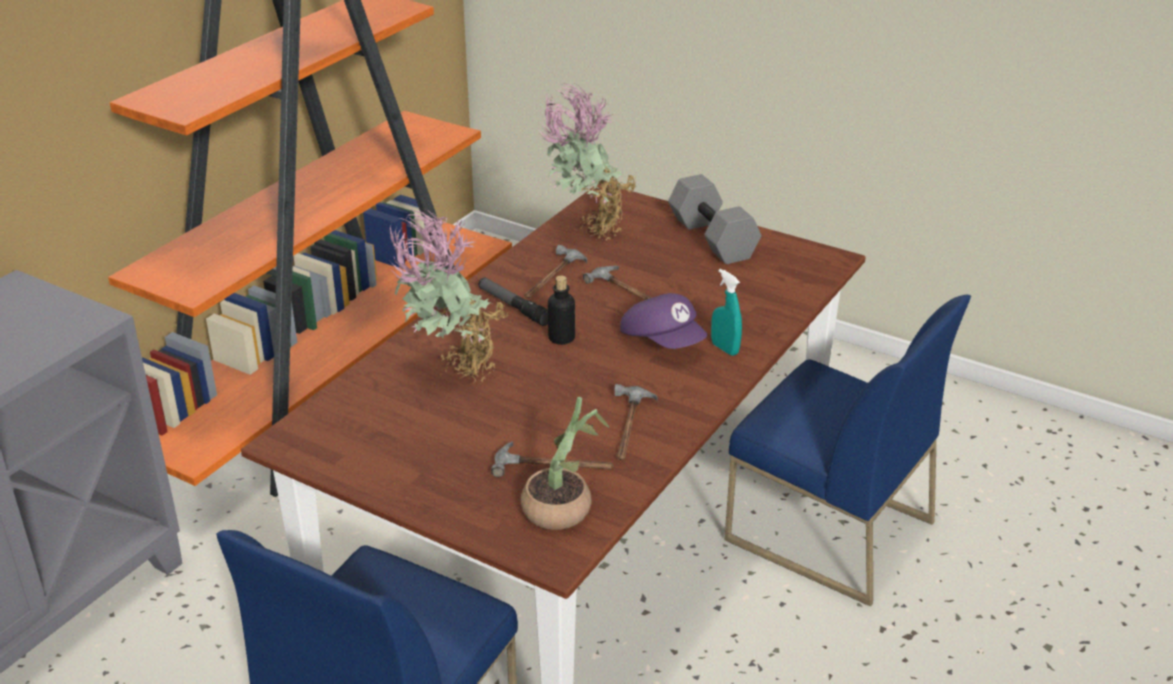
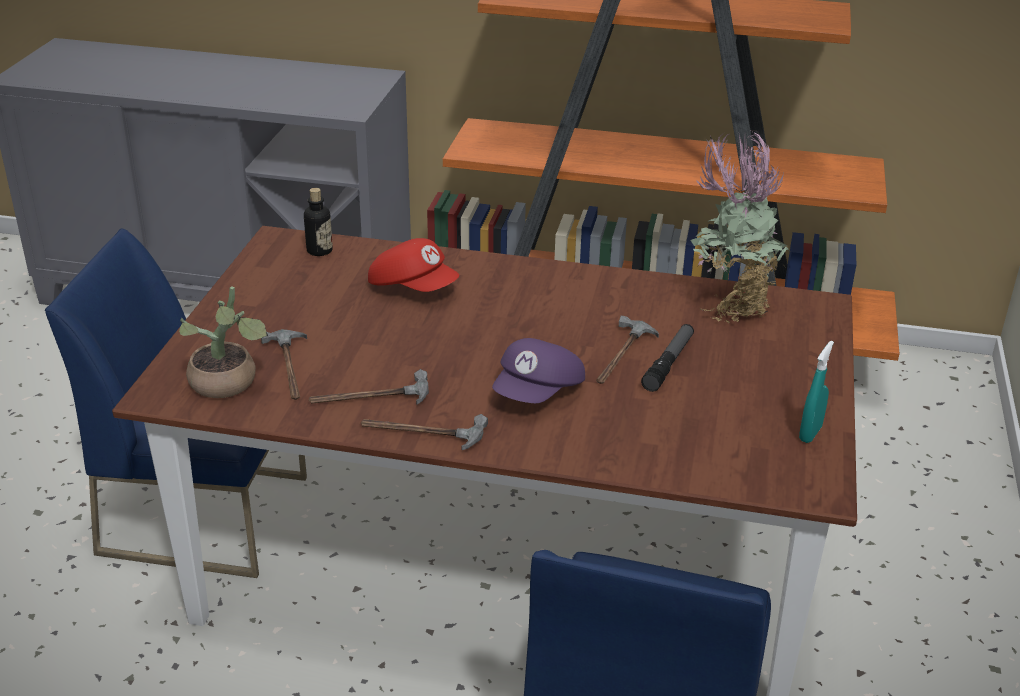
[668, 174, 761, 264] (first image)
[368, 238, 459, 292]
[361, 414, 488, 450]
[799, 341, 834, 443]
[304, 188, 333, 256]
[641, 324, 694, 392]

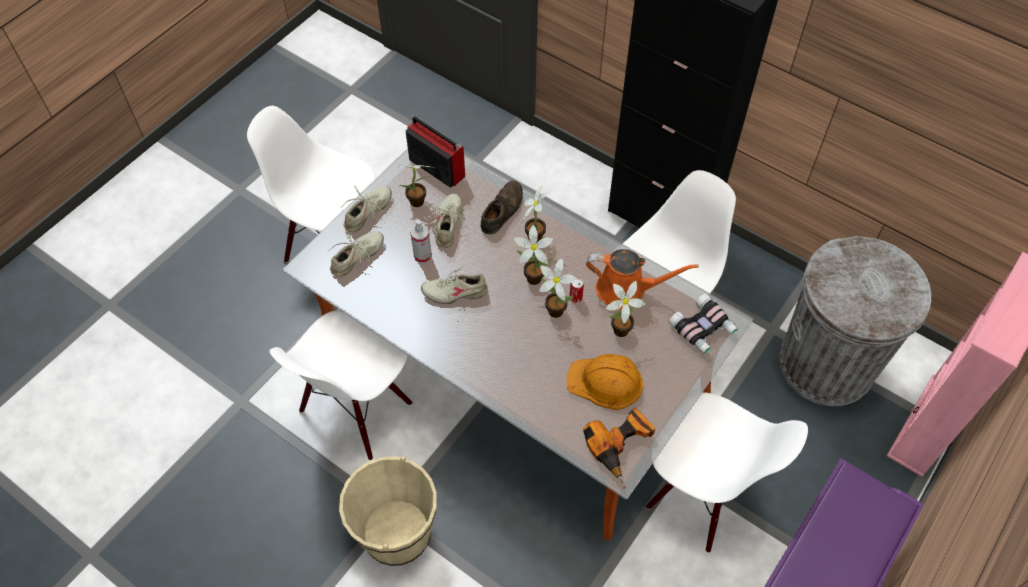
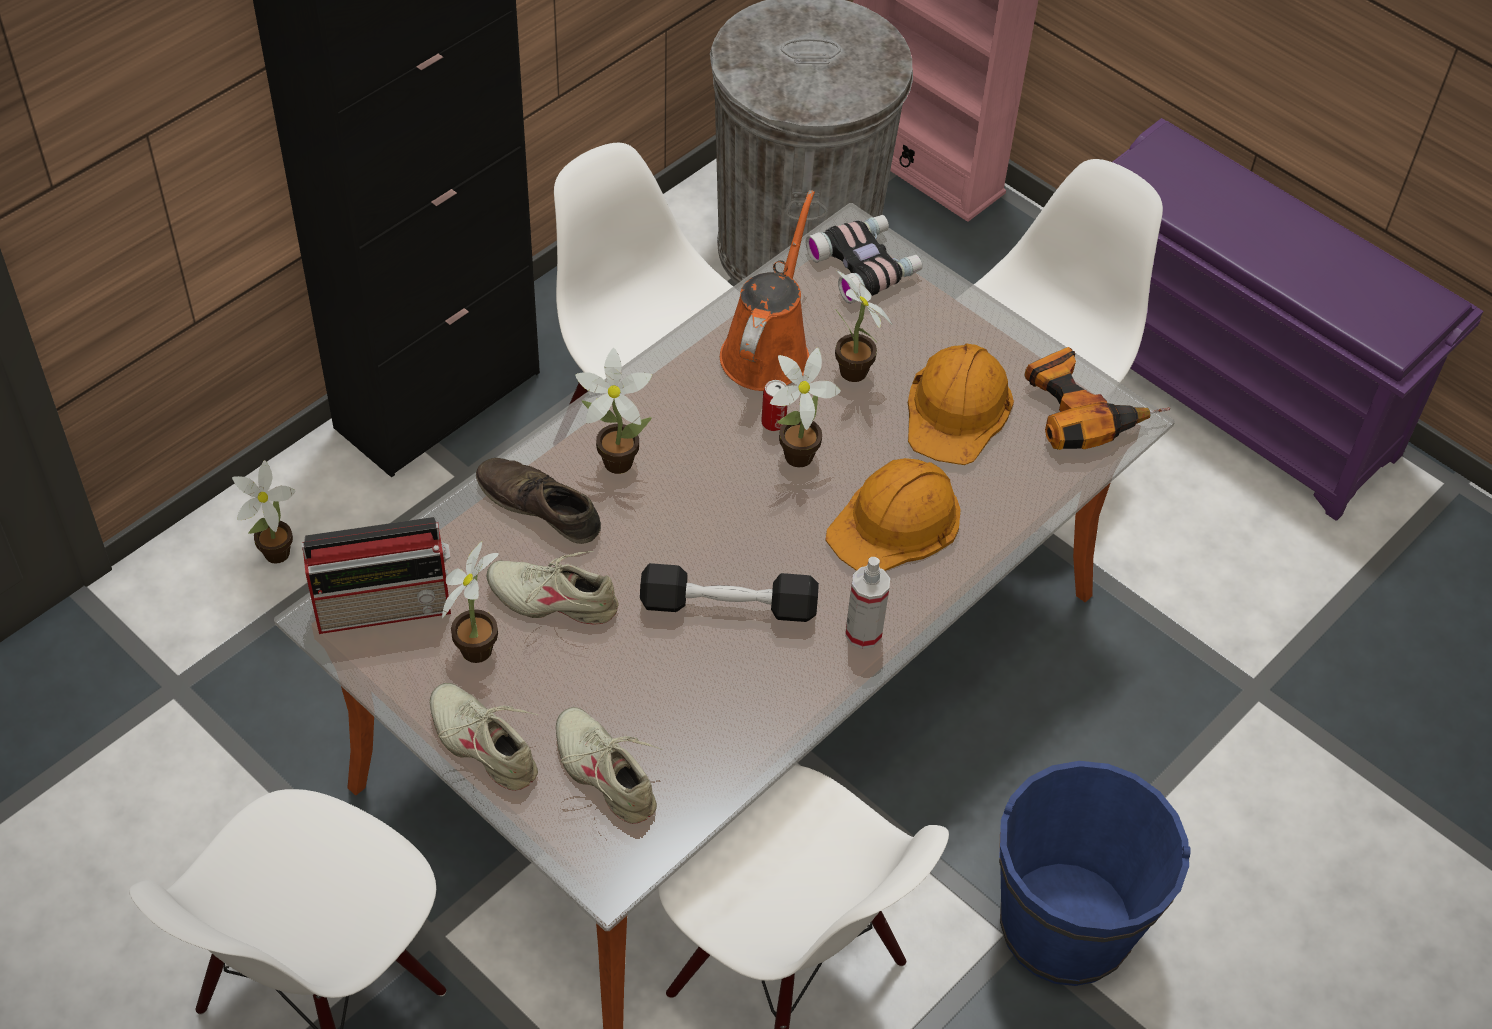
[302, 517, 451, 634]
[845, 557, 890, 649]
[232, 460, 295, 564]
[640, 563, 819, 622]
[999, 761, 1191, 986]
[825, 458, 961, 571]

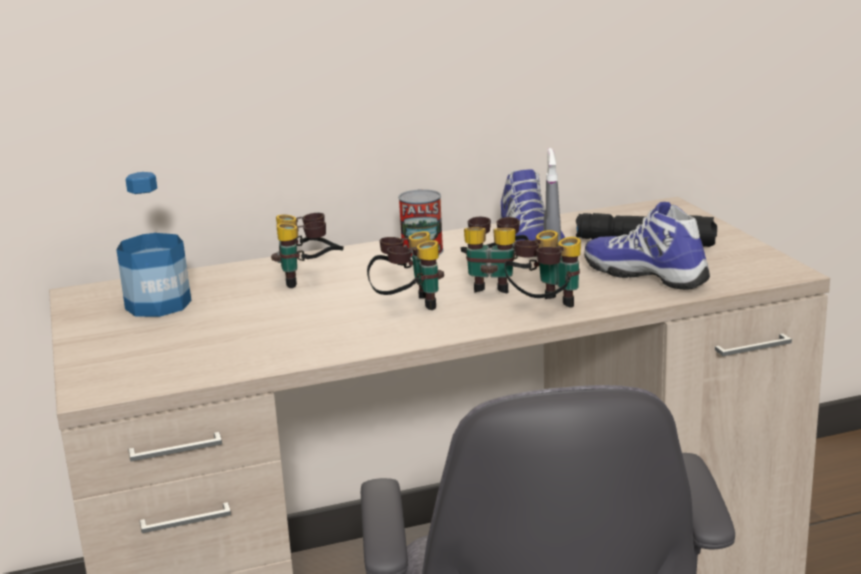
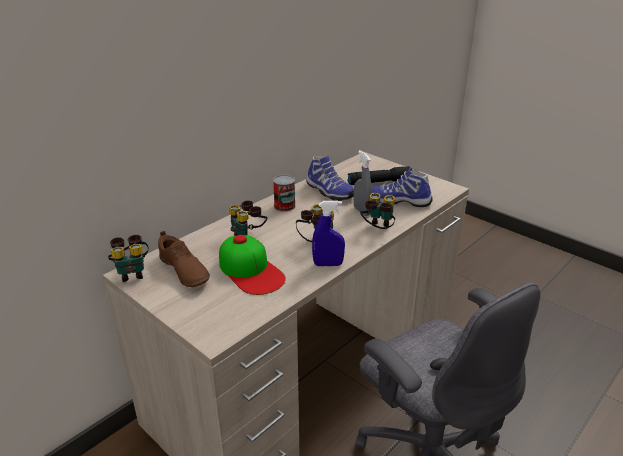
[158, 231, 210, 287]
[108, 235, 149, 282]
[312, 201, 345, 266]
[219, 235, 286, 295]

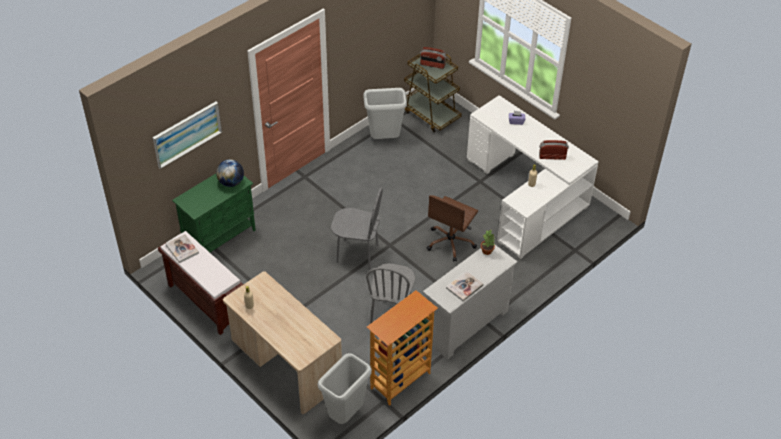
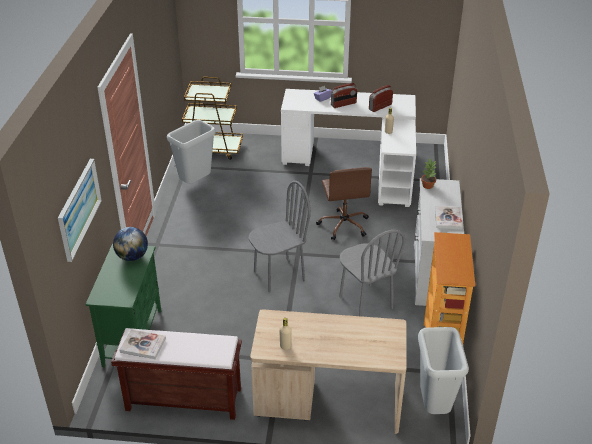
[331, 83, 357, 108]

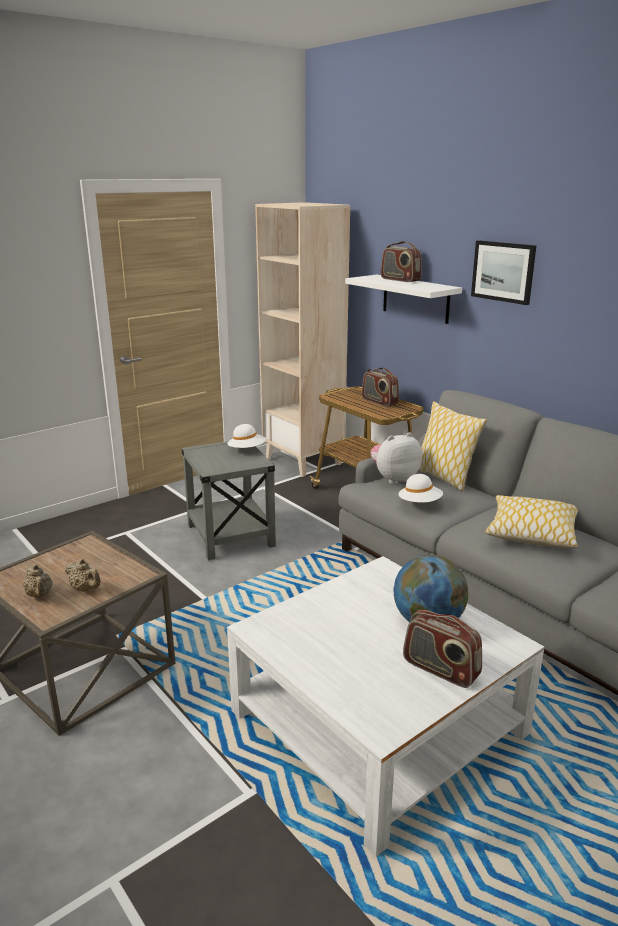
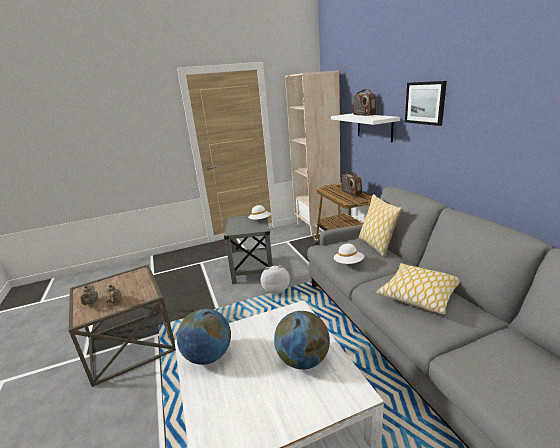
[261, 265, 290, 294]
[403, 610, 482, 688] (first image)
[177, 309, 231, 365]

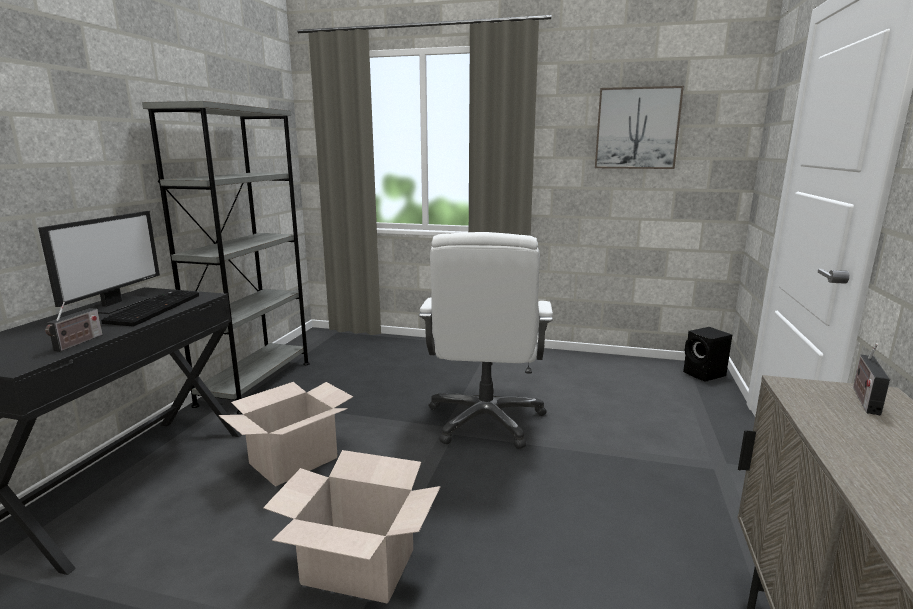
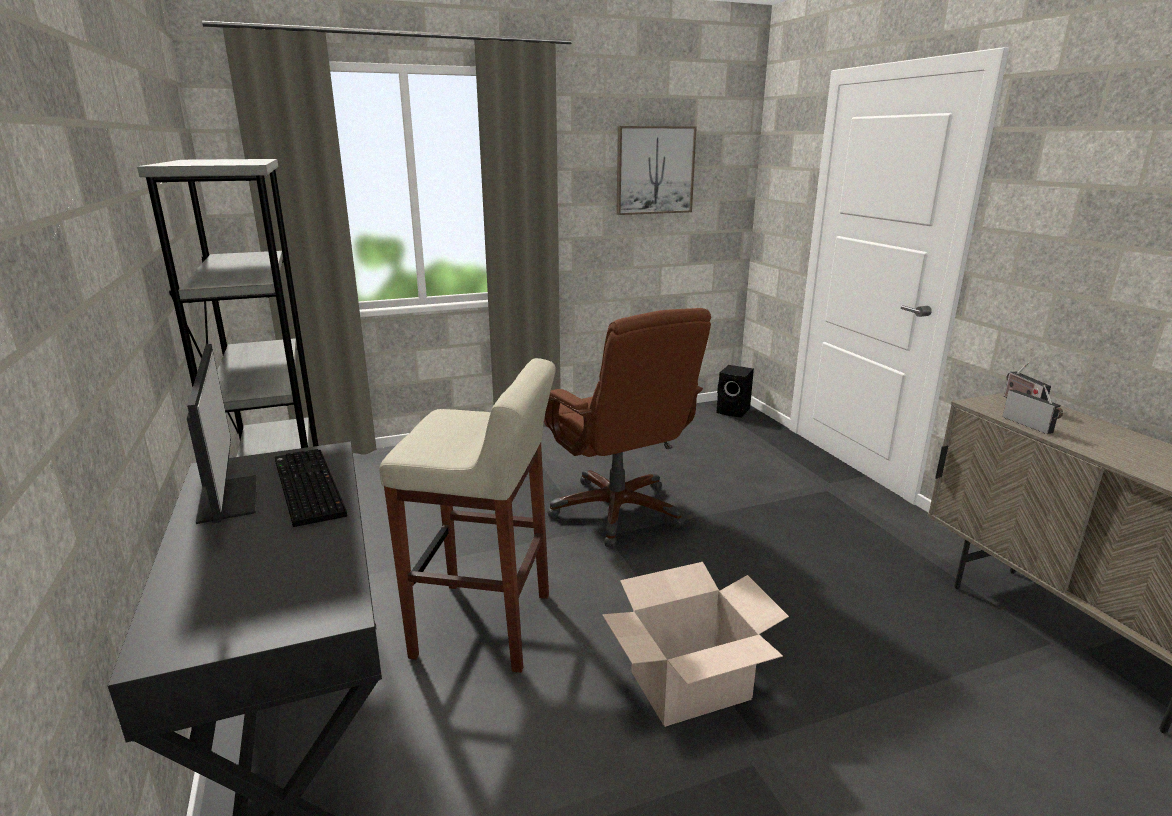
[544, 308, 711, 547]
[1002, 385, 1063, 434]
[379, 358, 556, 673]

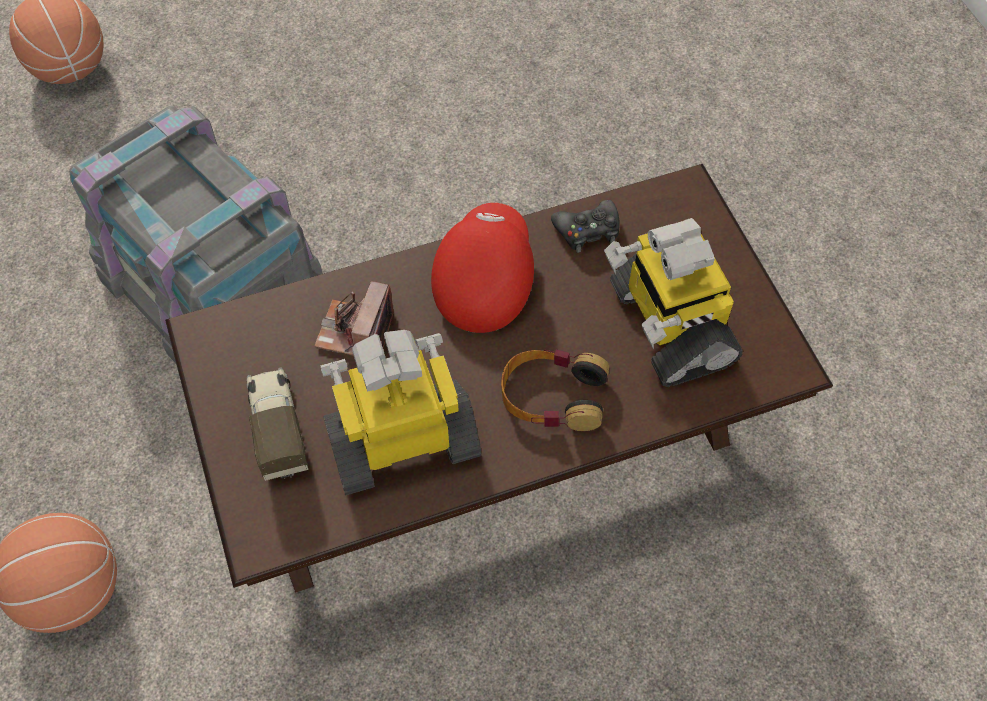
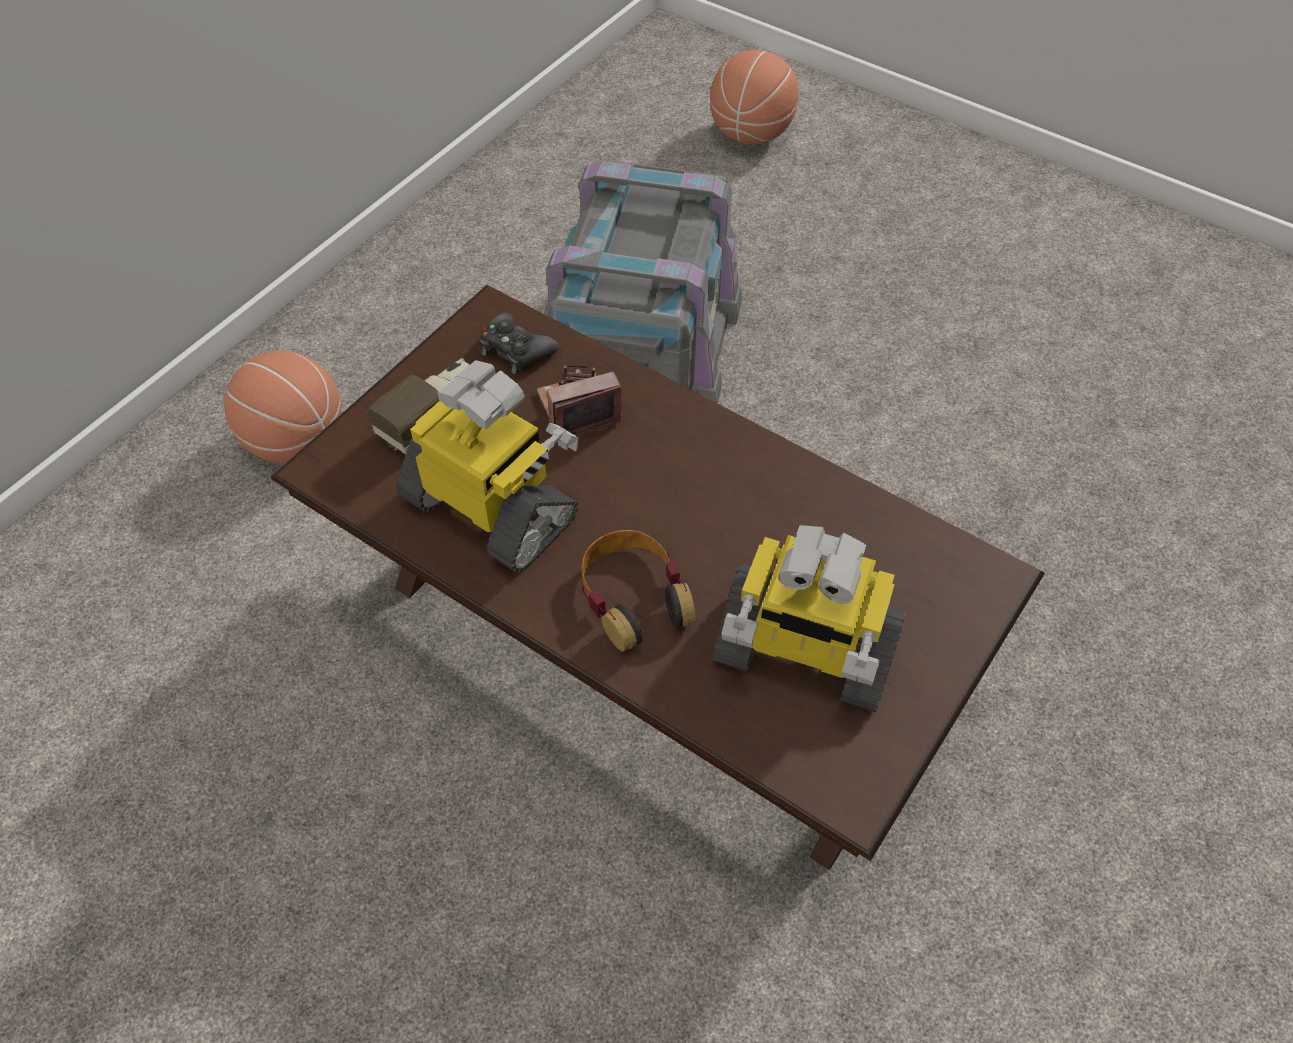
[480, 312, 559, 374]
[431, 203, 534, 333] (first image)
[713, 525, 905, 712]

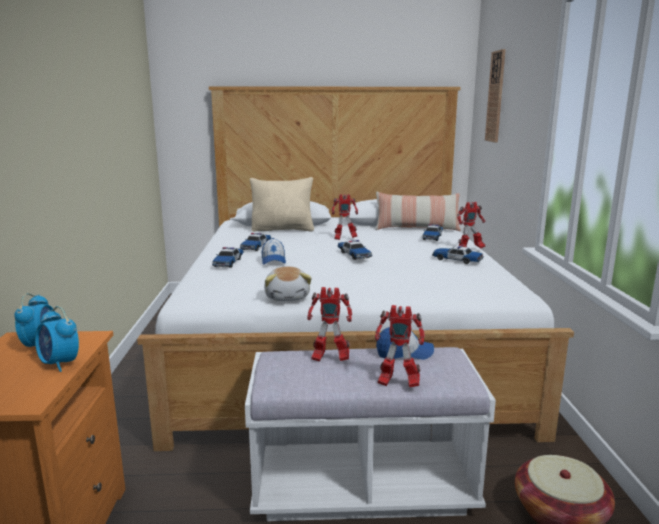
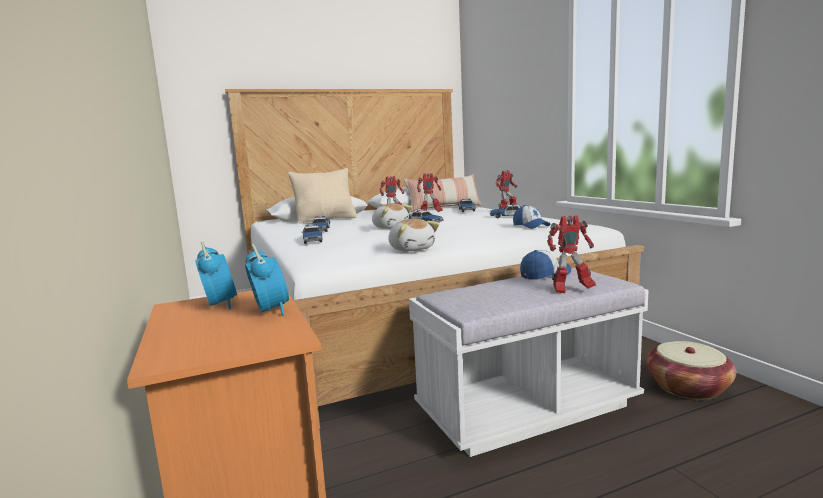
[485, 49, 506, 142] (first image)
[513, 205, 551, 229]
[417, 173, 443, 212]
[245, 244, 289, 316]
[372, 203, 412, 229]

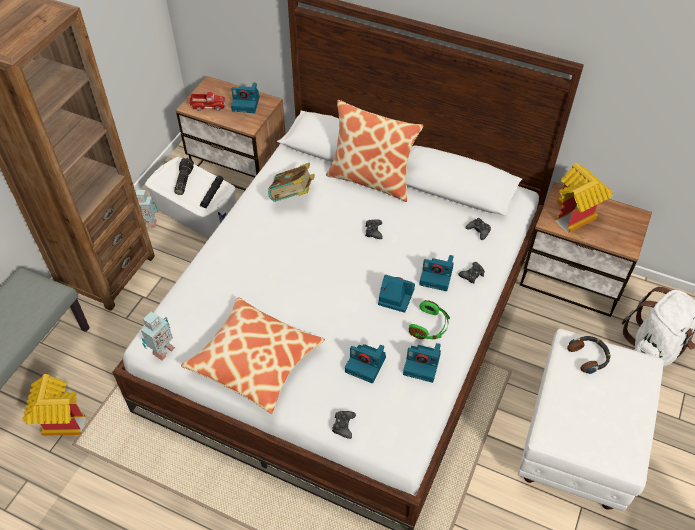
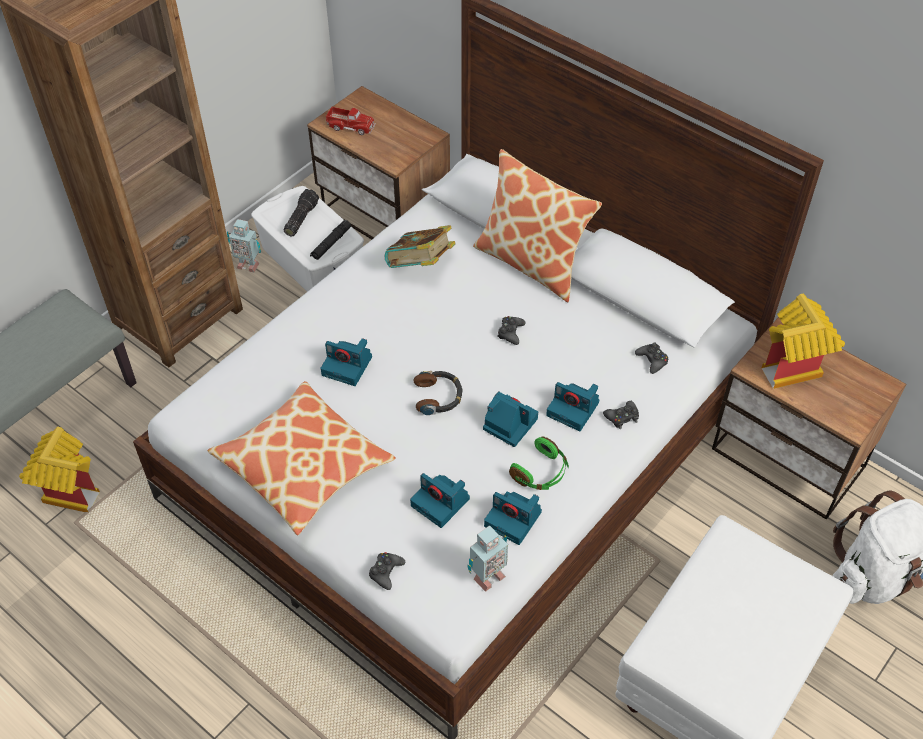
[321, 338, 372, 386]
[467, 526, 508, 592]
[414, 371, 463, 415]

